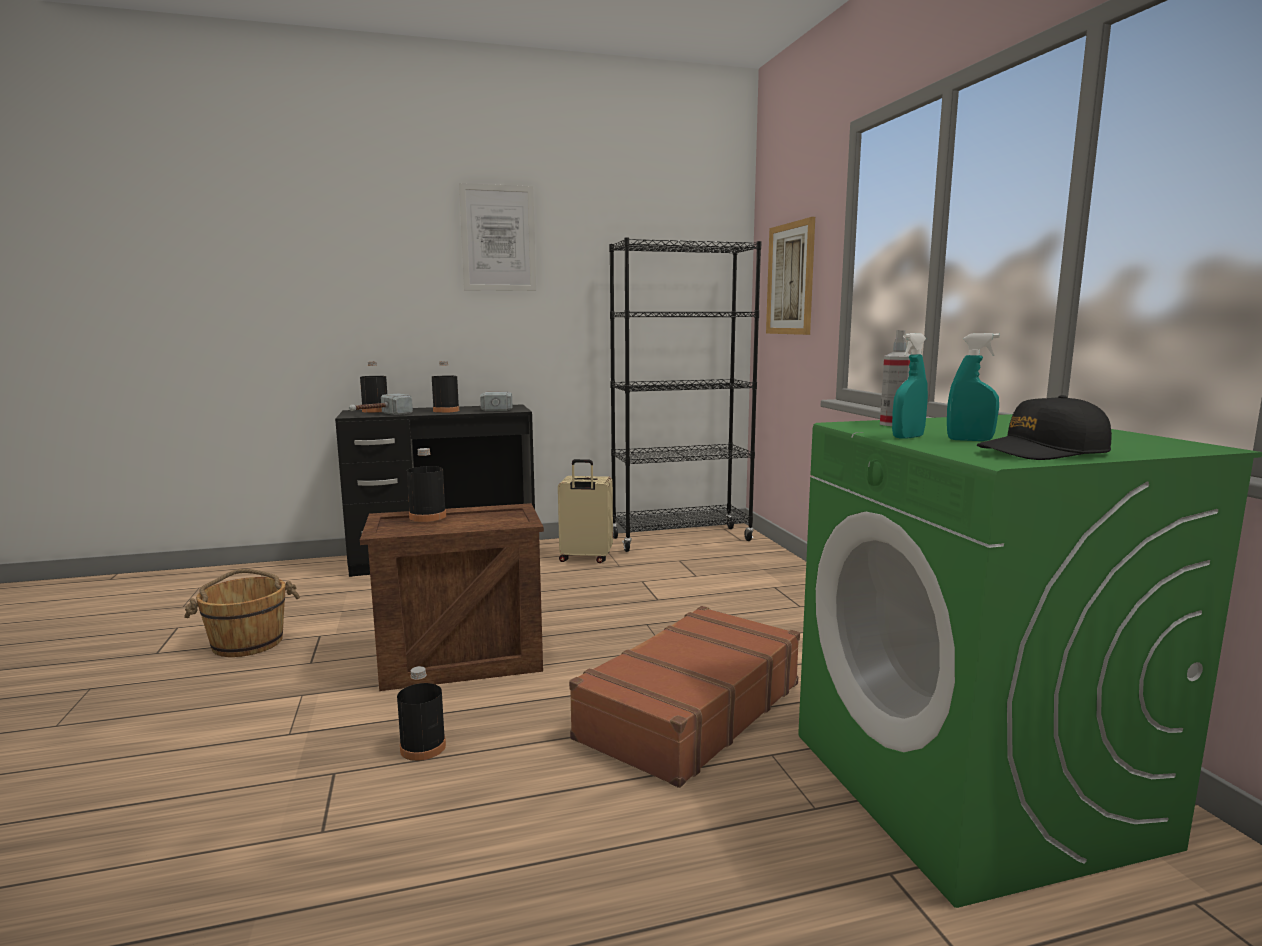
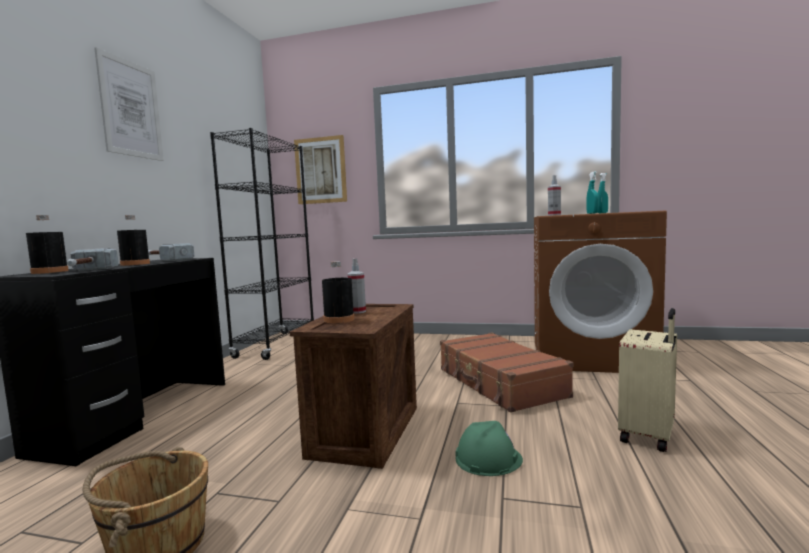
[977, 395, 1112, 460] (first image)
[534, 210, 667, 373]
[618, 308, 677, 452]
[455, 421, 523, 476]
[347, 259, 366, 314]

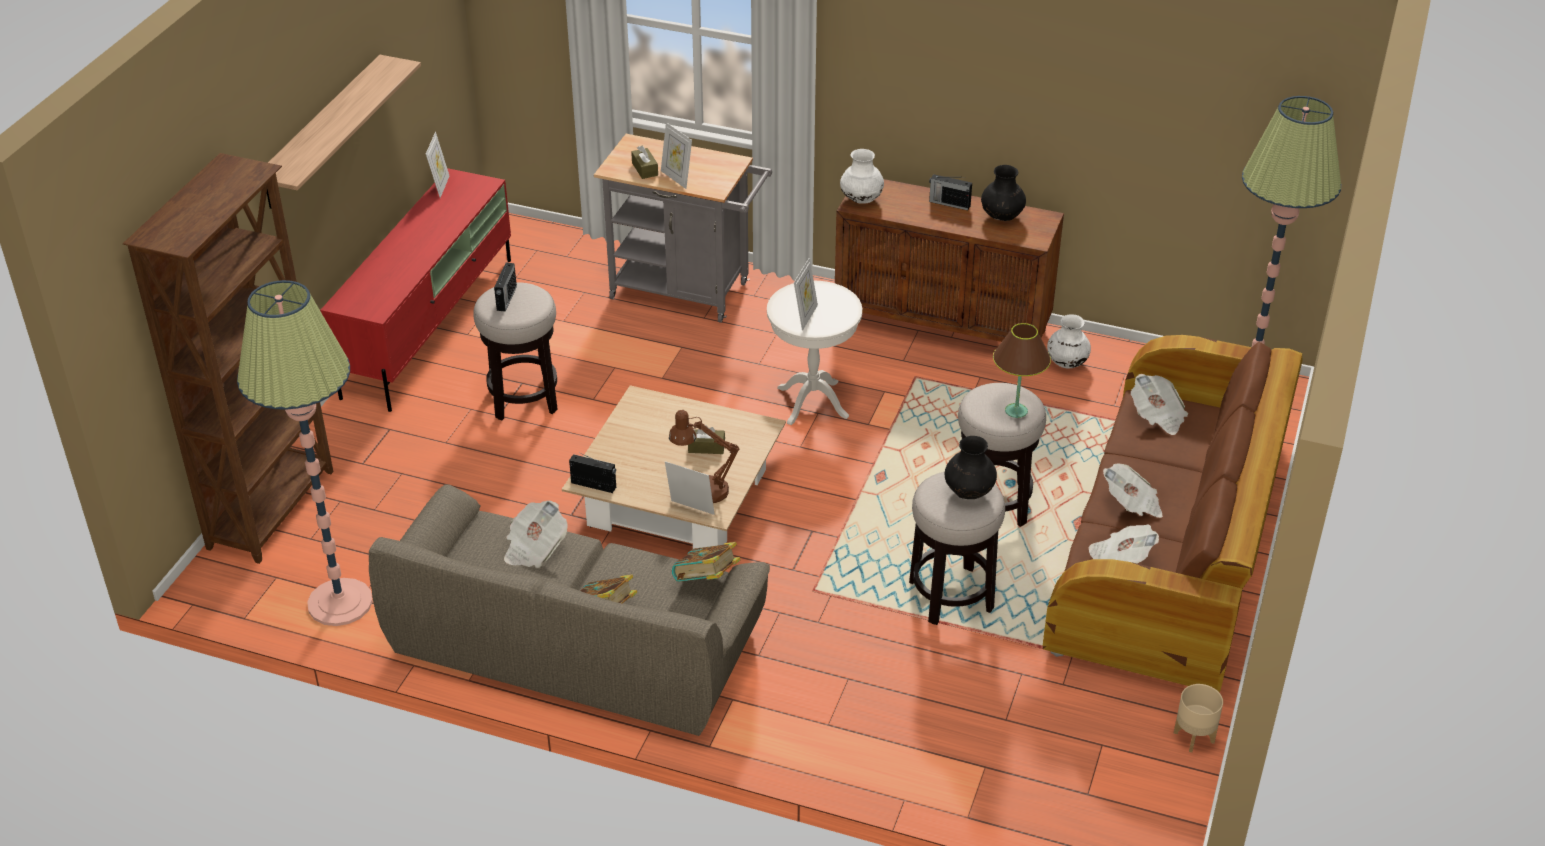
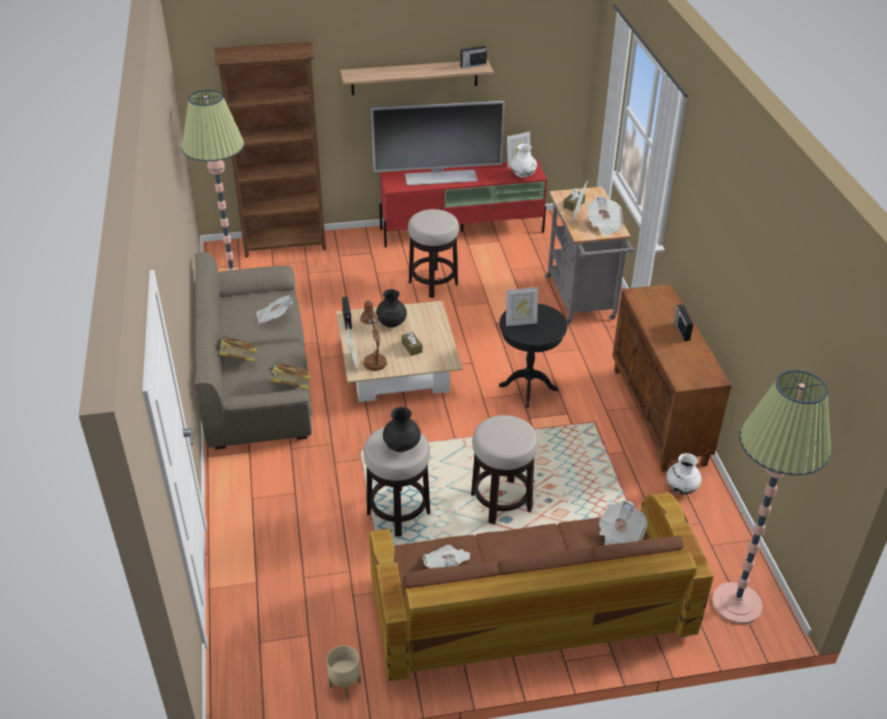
[510, 144, 537, 178]
[376, 289, 407, 327]
[460, 43, 487, 69]
[499, 304, 567, 408]
[993, 323, 1051, 418] (first image)
[587, 196, 623, 236]
[371, 101, 505, 186]

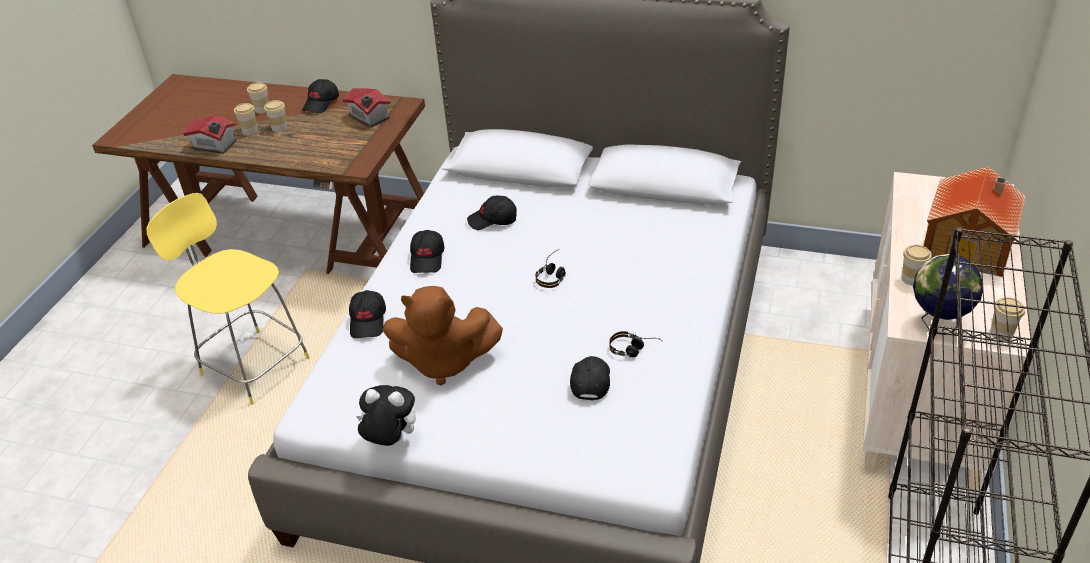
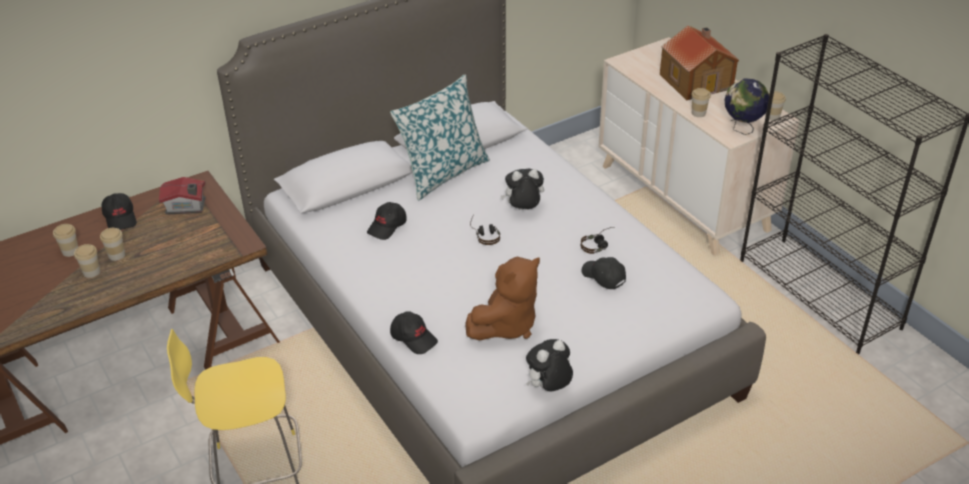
[183, 115, 237, 154] (first image)
[410, 230, 444, 273] (first image)
[390, 74, 490, 201]
[501, 169, 544, 210]

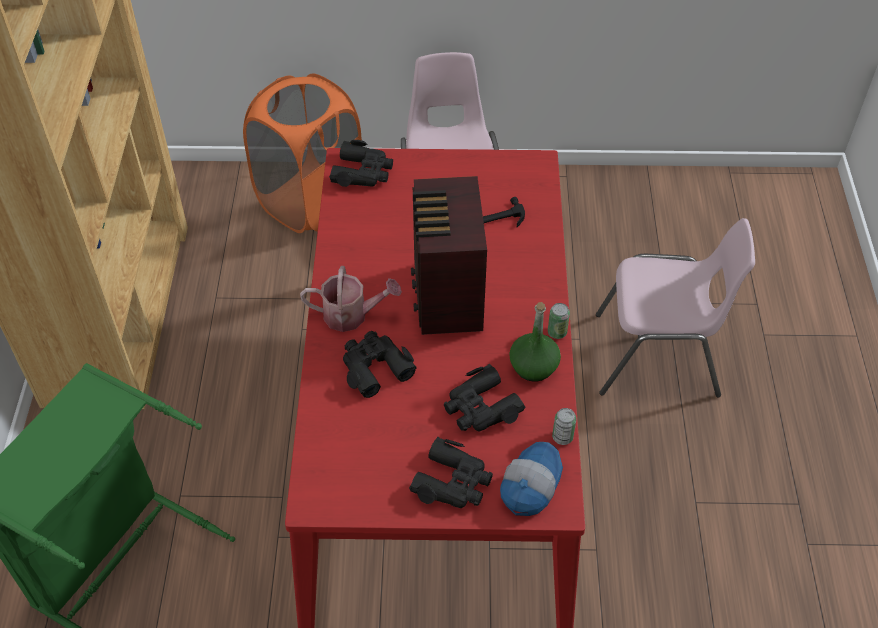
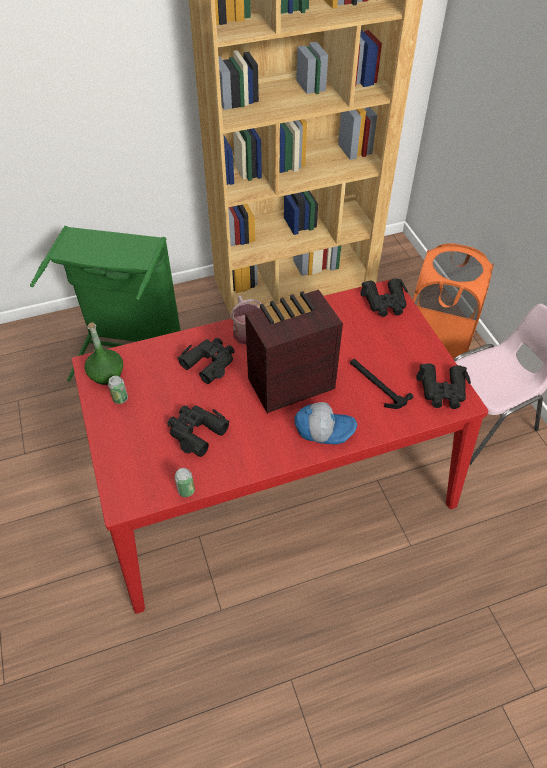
[596, 218, 755, 397] (first image)
[85, 322, 123, 385]
[108, 376, 128, 404]
[416, 363, 471, 409]
[294, 402, 357, 445]

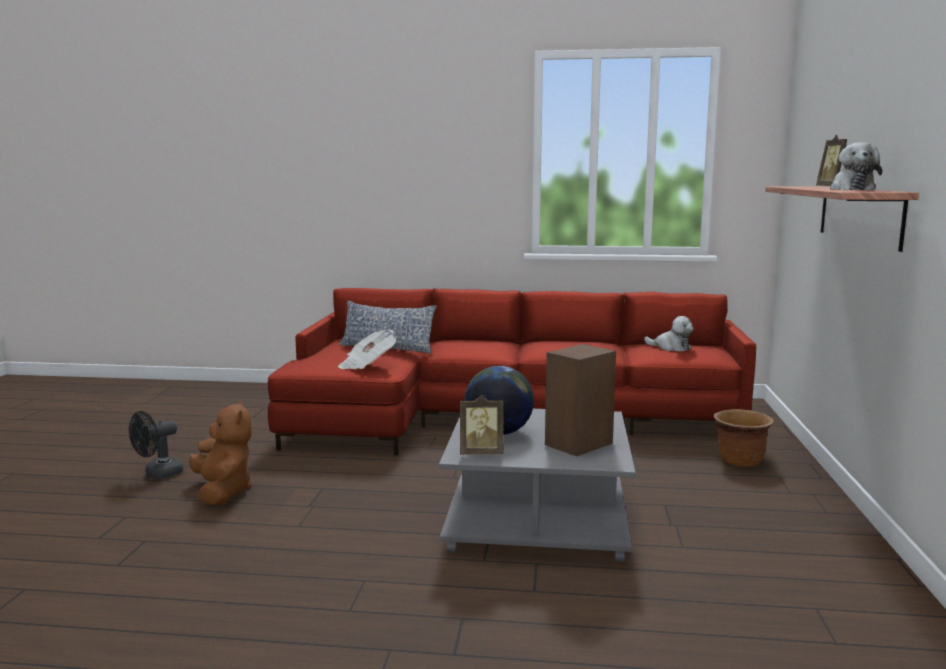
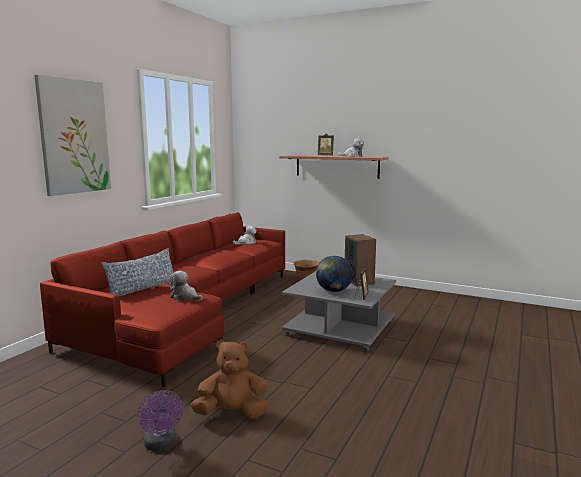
[168, 271, 203, 301]
[137, 390, 183, 451]
[34, 75, 111, 196]

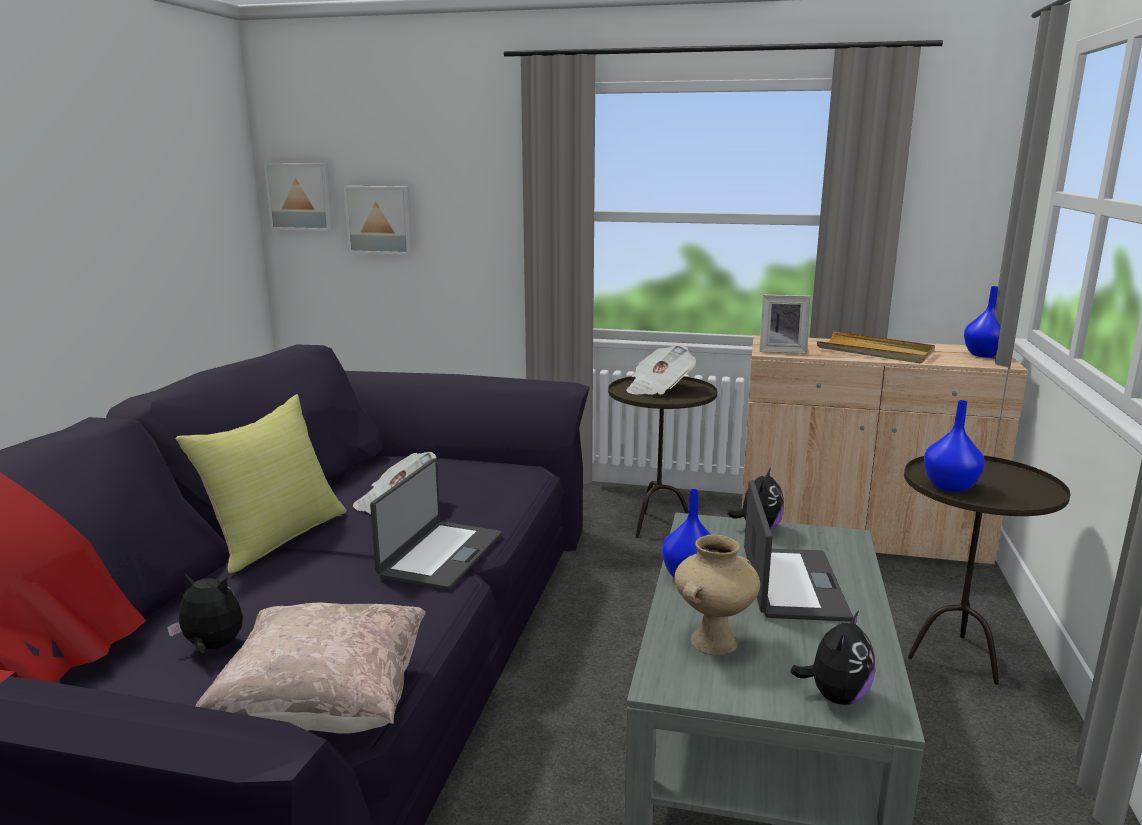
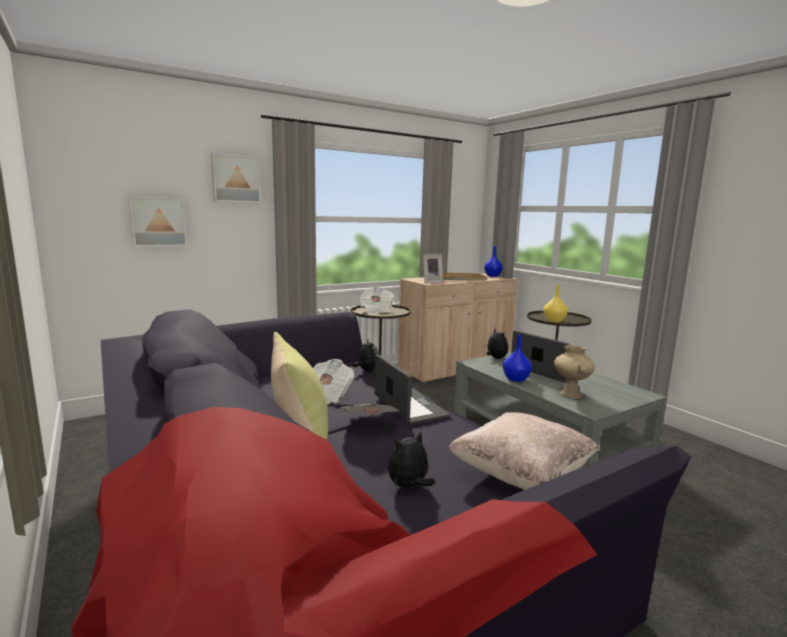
[211, 153, 261, 203]
[544, 284, 568, 323]
[352, 340, 379, 372]
[340, 404, 400, 416]

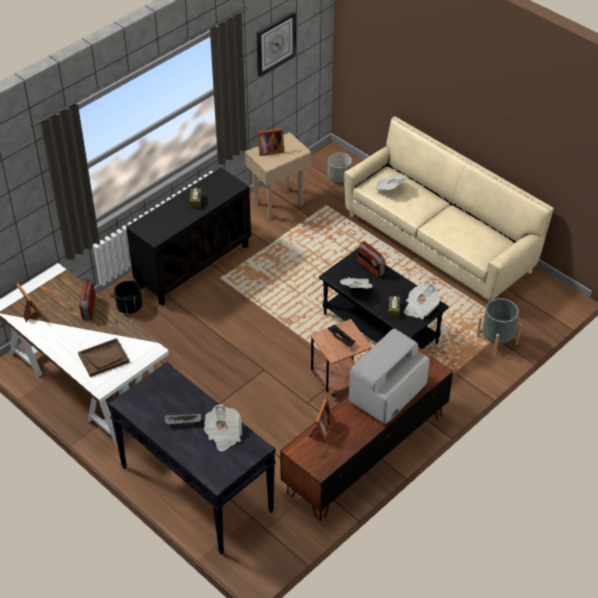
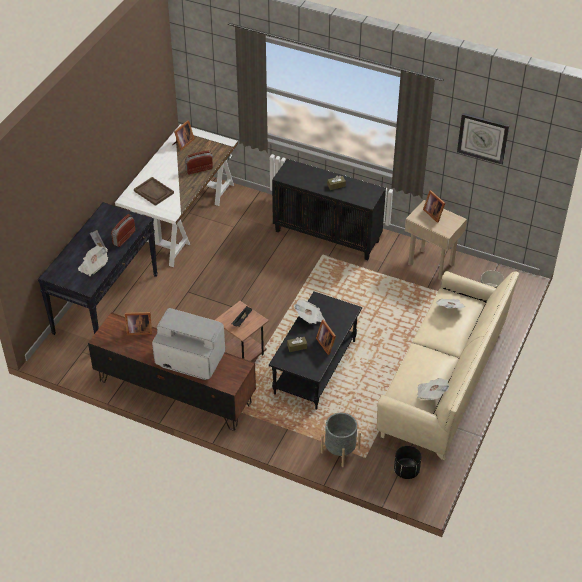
[111, 214, 135, 247]
[394, 446, 422, 479]
[417, 378, 450, 400]
[316, 319, 336, 355]

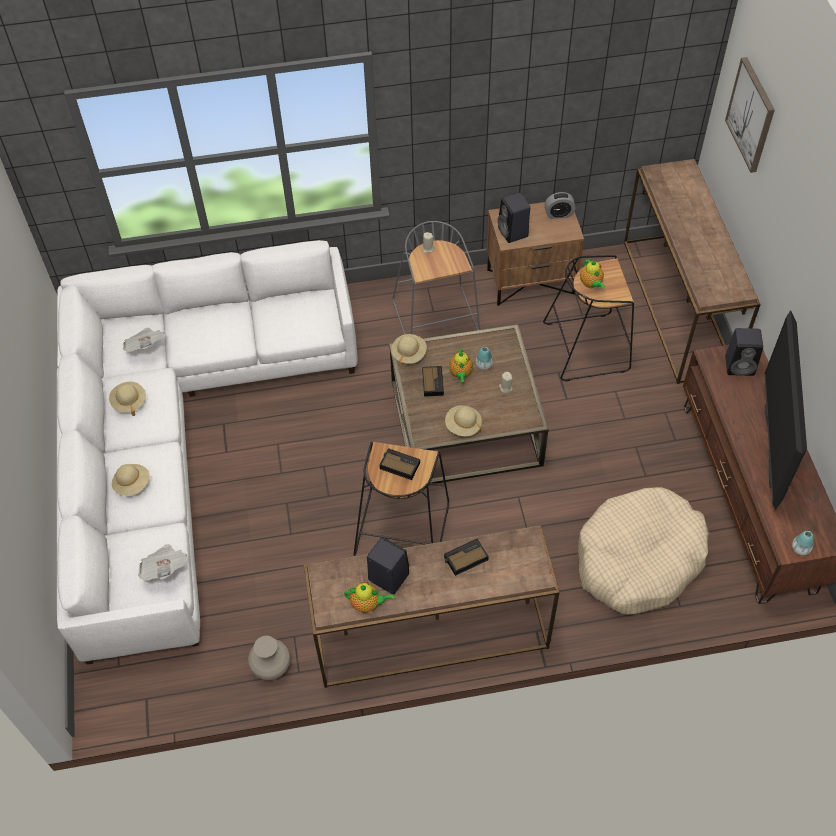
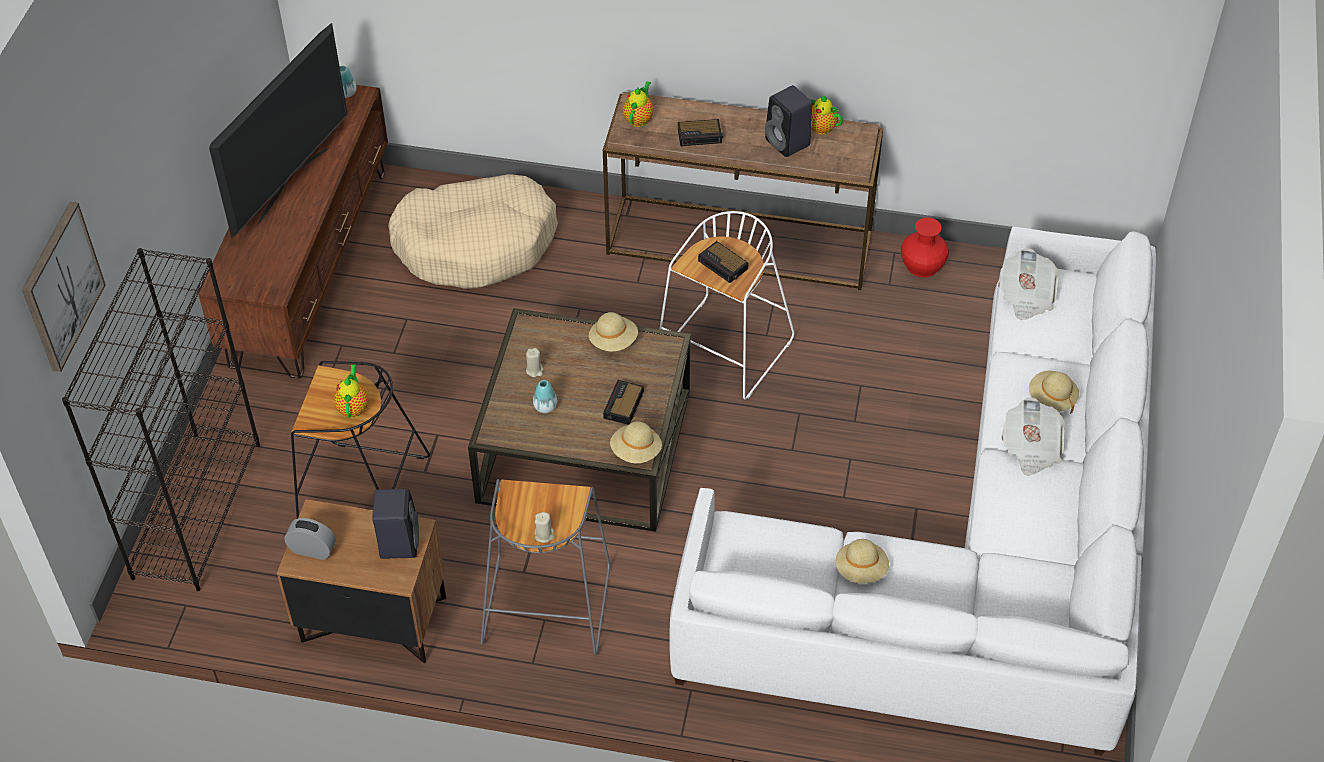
[62, 248, 260, 591]
[1001, 398, 1065, 476]
[725, 328, 763, 376] (first image)
[623, 81, 654, 127]
[836, 539, 889, 583]
[659, 211, 794, 400]
[901, 217, 949, 277]

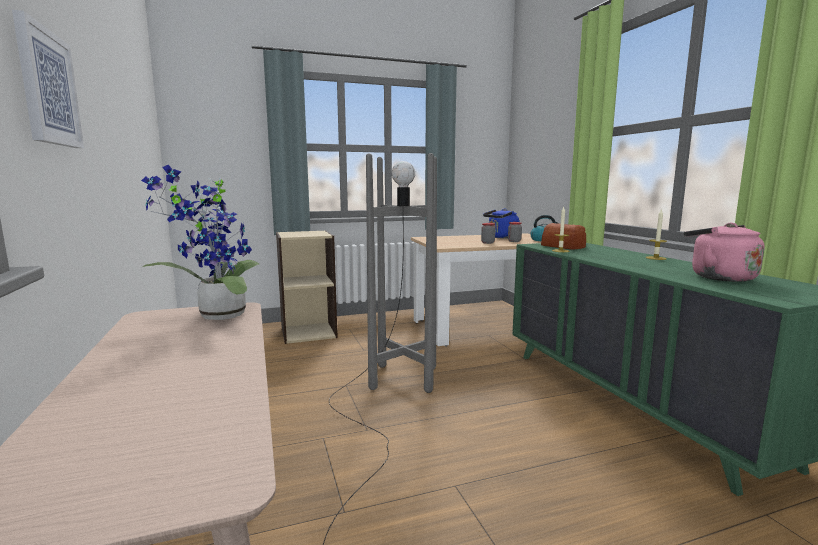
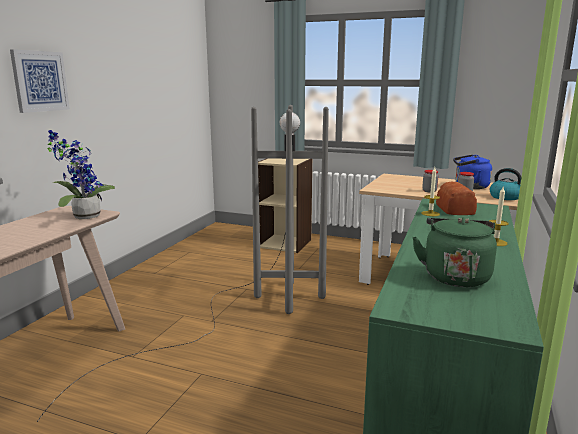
[412, 217, 497, 287]

